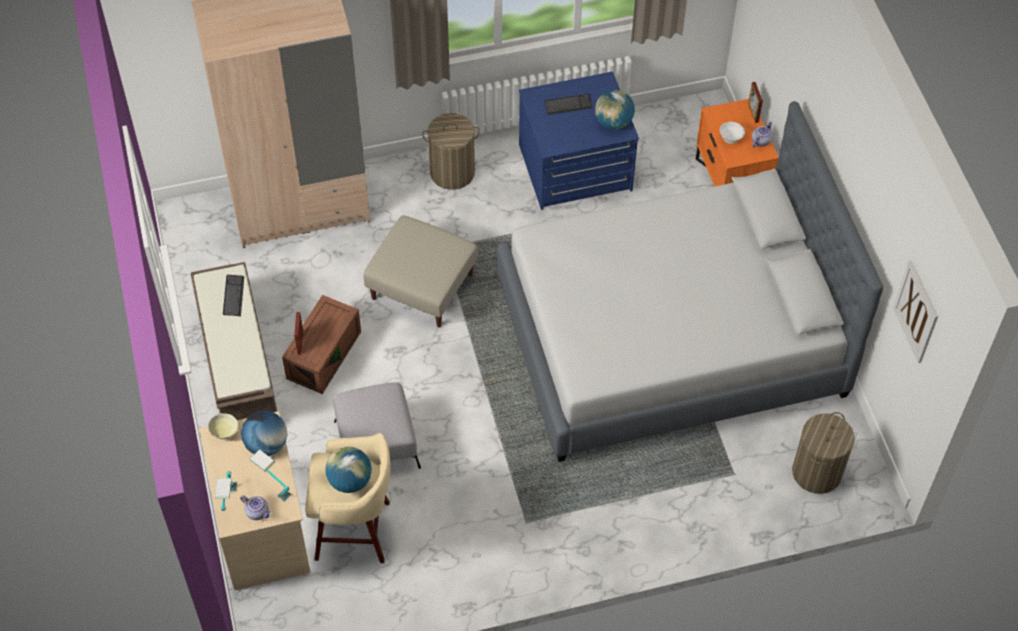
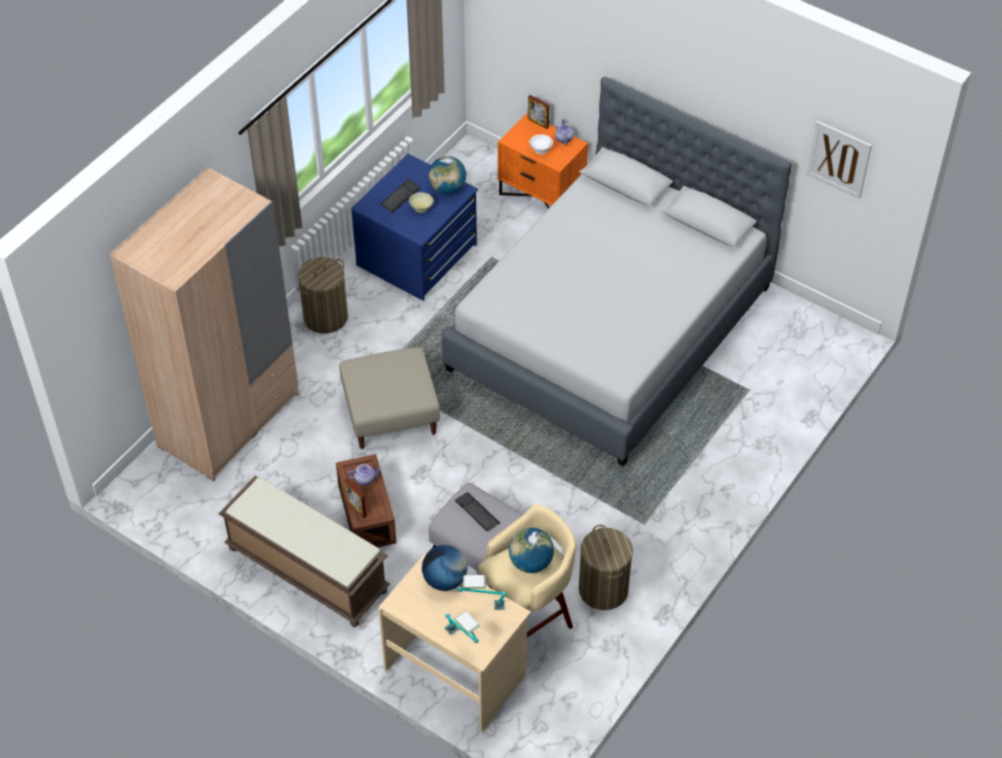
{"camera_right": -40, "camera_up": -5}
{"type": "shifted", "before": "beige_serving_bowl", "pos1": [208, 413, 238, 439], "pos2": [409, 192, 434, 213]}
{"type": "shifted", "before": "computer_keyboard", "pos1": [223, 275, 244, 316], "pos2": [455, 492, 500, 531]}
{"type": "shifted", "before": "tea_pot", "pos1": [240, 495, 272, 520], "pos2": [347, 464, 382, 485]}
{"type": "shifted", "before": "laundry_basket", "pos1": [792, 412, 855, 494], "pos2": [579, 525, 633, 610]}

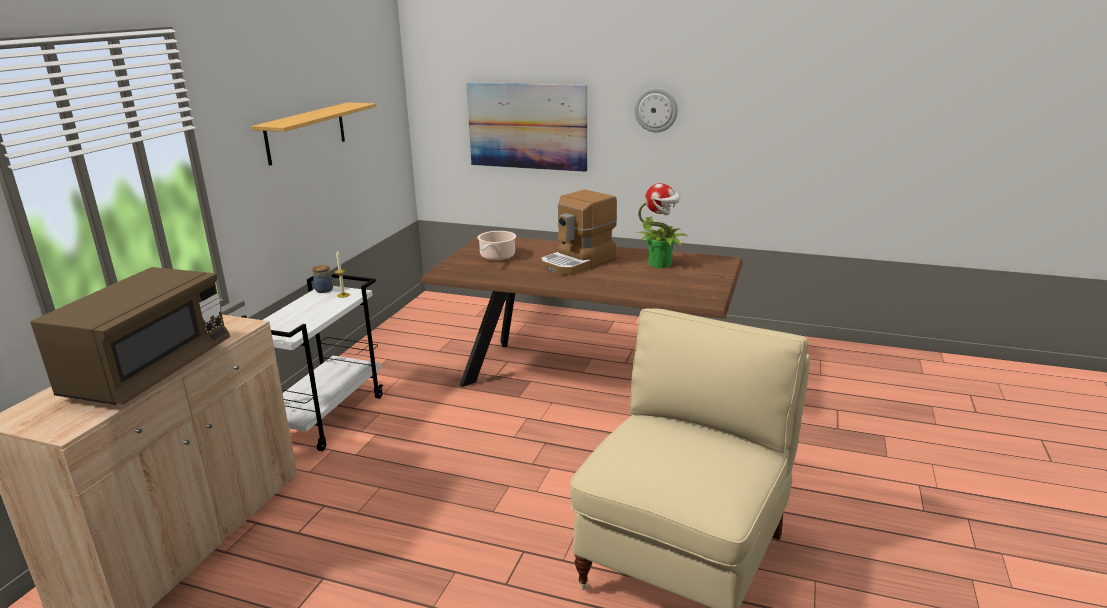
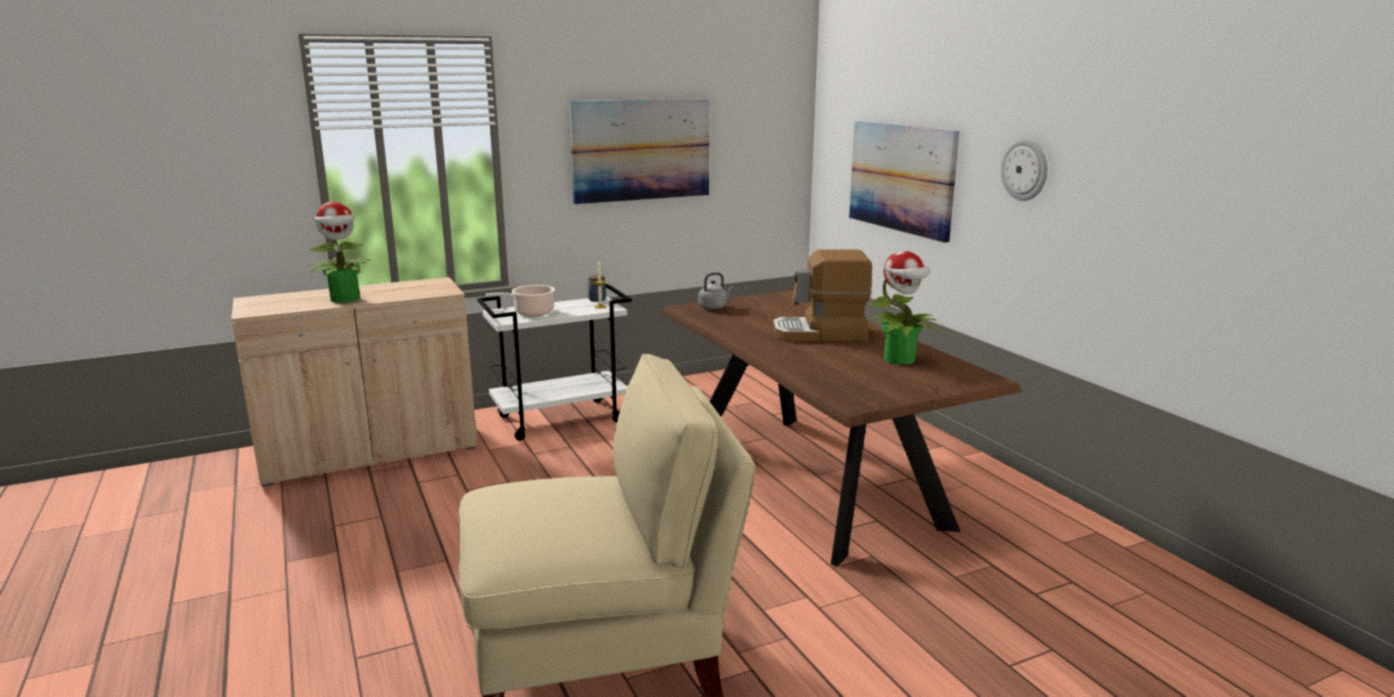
{"camera_right": 45, "camera_up": -5}
{"type": "swapped", "before": "brownish_kitchen_microwave", "after": "plant_in_a_pot", "pos1": [31, 267, 230, 405], "pos2": [308, 202, 371, 303]}
{"type": "swapped", "before": "wall_shelf", "after": "wall_picture", "pos1": [251, 102, 376, 166], "pos2": [569, 99, 709, 204]}
{"type": "shifted", "before": "saucepot", "pos1": [477, 231, 516, 261], "pos2": [485, 285, 555, 316]}
{"type": "new", "after": "greyish_water_kettle", "pos2": [698, 272, 734, 309]}

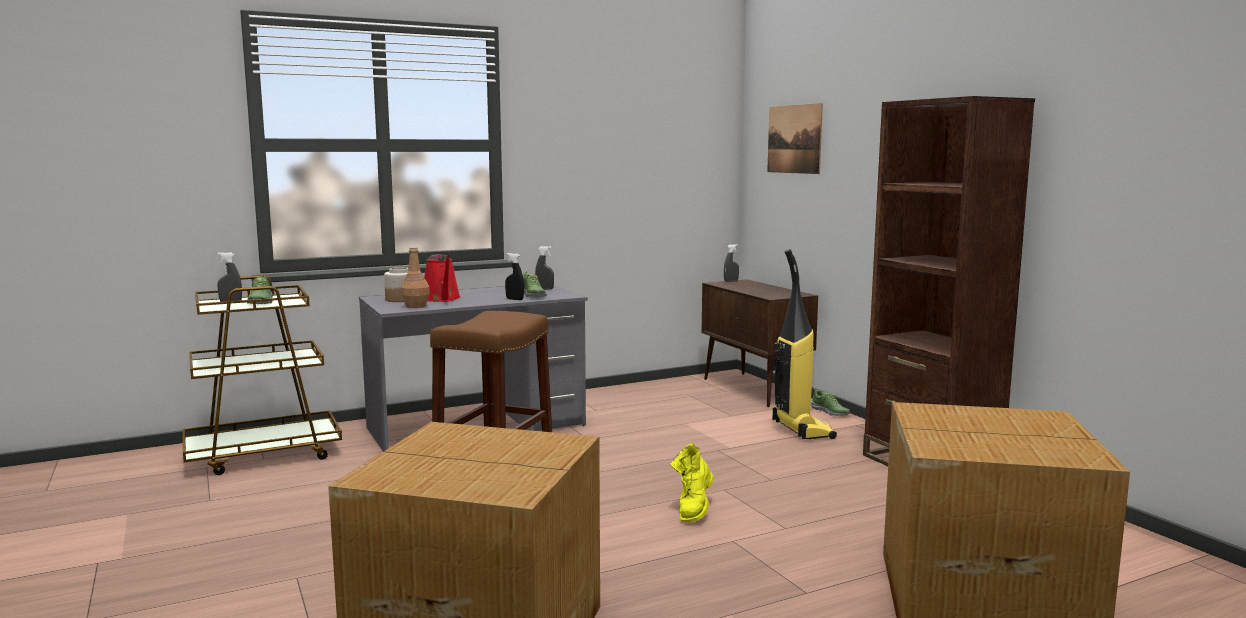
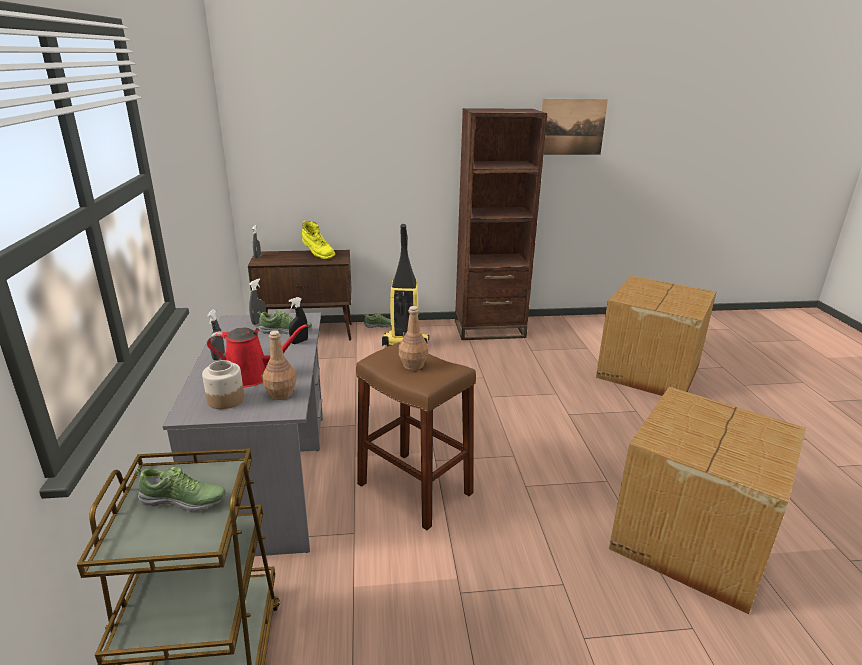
{"camera_right": -70, "camera_up": 15}
{"type": "shifted", "before": "greyish_sprayer", "pos1": [217, 252, 242, 302], "pos2": [207, 310, 225, 360]}
{"type": "shifted", "before": "yellowish_high-top_boot", "pos1": [671, 444, 714, 523], "pos2": [302, 221, 335, 259]}
{"type": "shifted", "before": "wall_picture", "pos1": [767, 103, 823, 174], "pos2": [542, 99, 608, 155]}
{"type": "new", "after": "brownish_bottle", "pos2": [399, 306, 428, 370]}

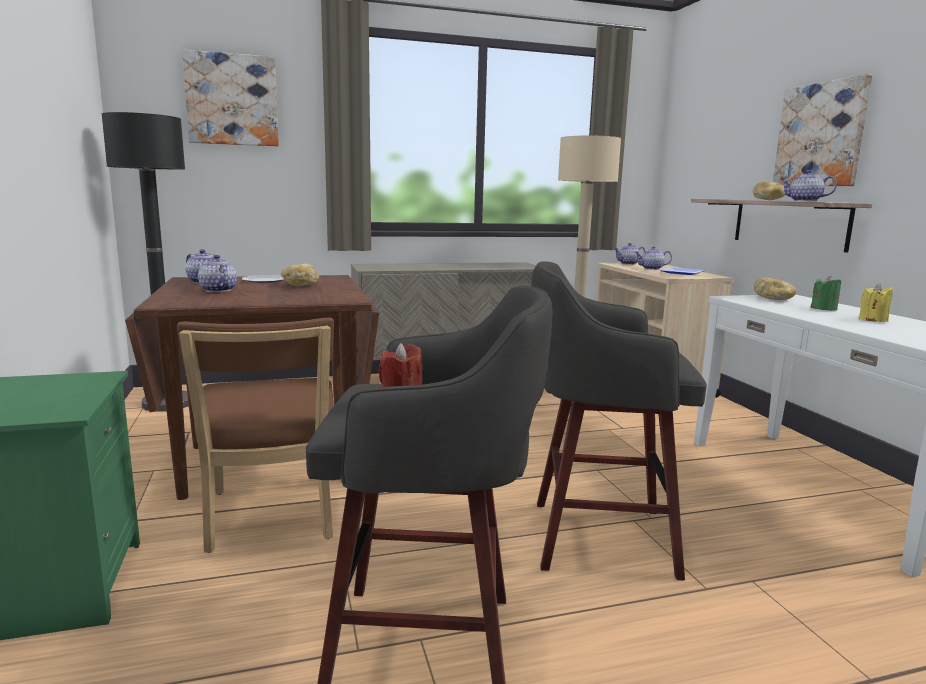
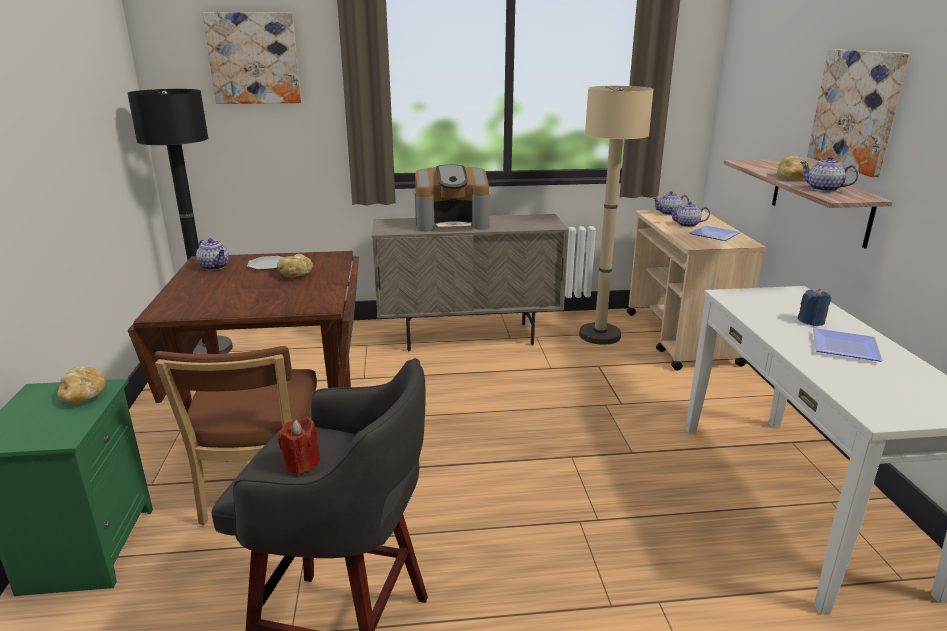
{"camera_right": 10, "camera_up": 10}
{"type": "gone", "before": "tea_pot", "pos1": [198, 255, 237, 292]}
{"type": "gone", "before": "greyish_stool", "pos1": [531, 261, 707, 581]}
{"type": "shifted", "before": "baked_bread", "pos1": [754, 278, 797, 300], "pos2": [57, 366, 106, 404]}
{"type": "repainted", "before": "green-coloured_wax_light", "after": "bluish_wax_light", "pos1": [811, 276, 841, 311], "pos2": [798, 289, 831, 326]}
{"type": "swapped", "before": "yellowish_wax_light", "after": "flat_dish", "pos1": [859, 284, 893, 322], "pos2": [813, 328, 883, 362]}
{"type": "new", "after": "coffee_brewer", "pos2": [415, 165, 490, 232]}

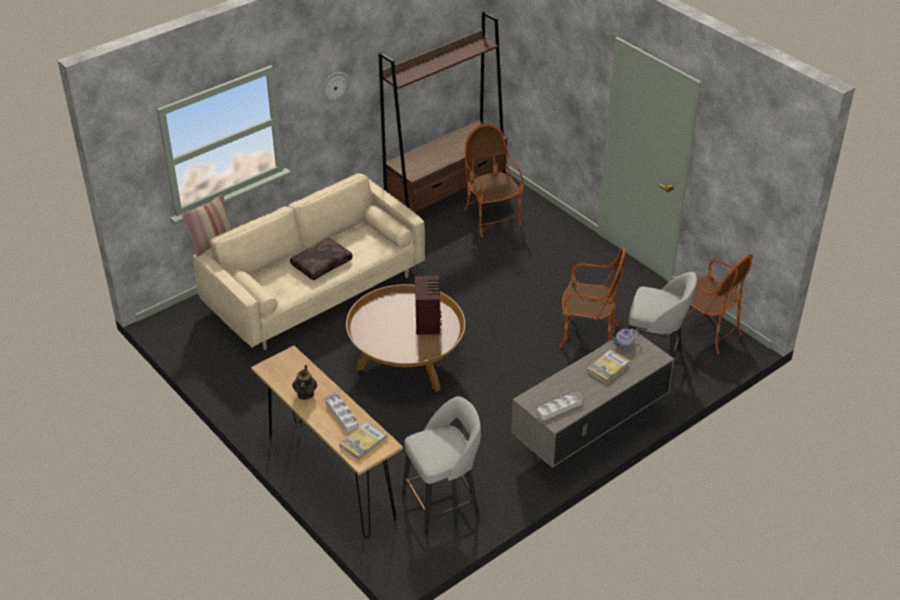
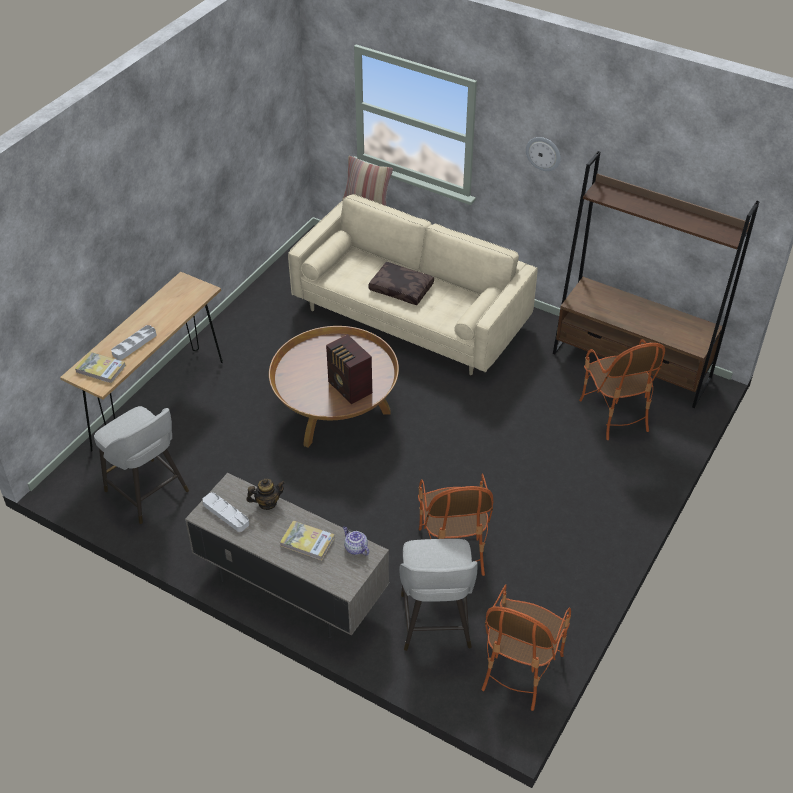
{"camera_right": 70, "camera_up": 5}
{"type": "shifted", "before": "tea_pot", "pos1": [292, 365, 317, 400], "pos2": [246, 478, 285, 510]}
{"type": "rotated", "before": "radio_receiver", "pos1": [415, 276, 442, 335], "pos2": [326, 334, 372, 404], "turn": 75}
{"type": "rotated", "before": "lounge_chair", "pos1": [464, 124, 524, 237], "pos2": [579, 339, 665, 440], "turn": 120}

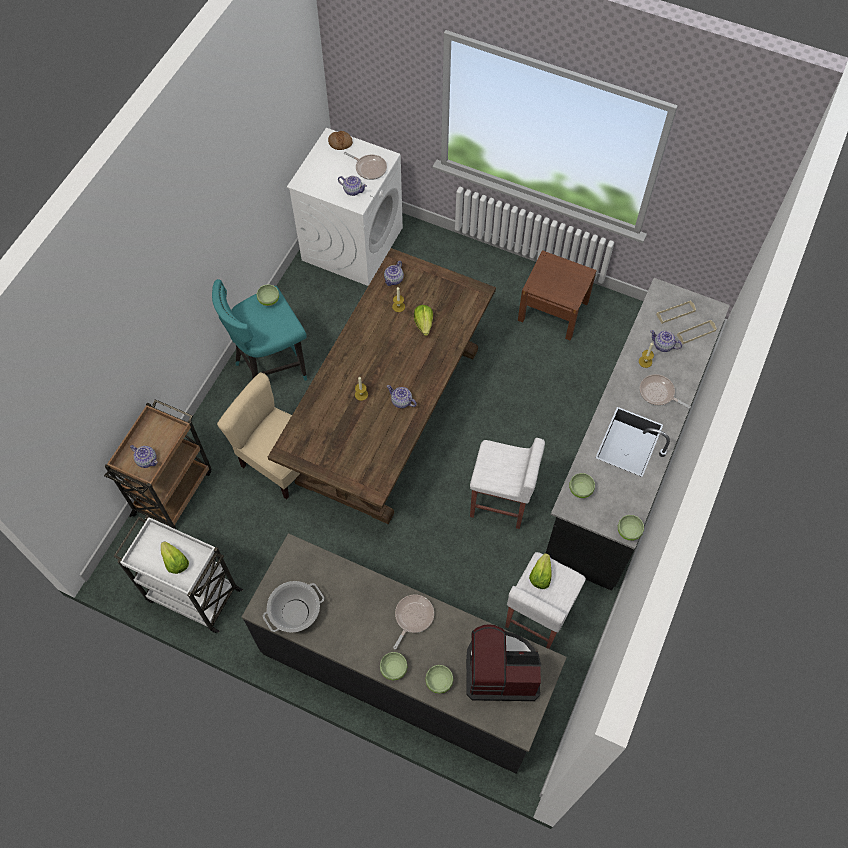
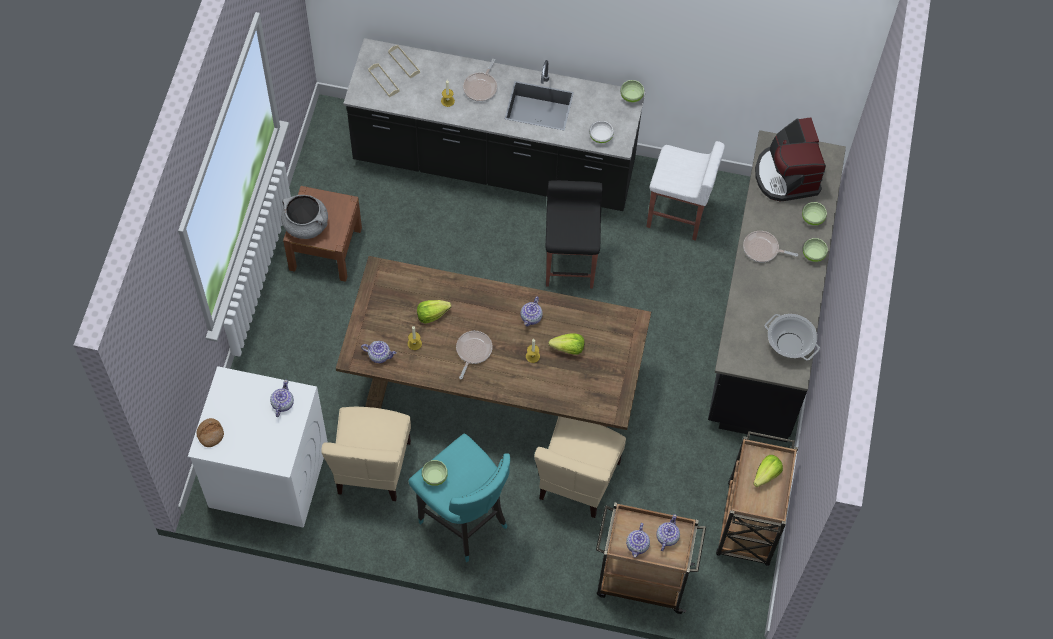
{"camera_right": -105, "camera_up": 0}
{"type": "repainted", "before": "white-coloured_wheeled_cart", "after": "brownish_wheeled_cart", "pos1": [113, 515, 243, 633], "pos2": [716, 431, 798, 566]}
{"type": "shifted", "before": "pan", "pos1": [344, 152, 387, 180], "pos2": [456, 331, 493, 379]}
{"type": "repainted", "before": "white-coloured_stool", "after": "black-coloured_stool", "pos1": [470, 438, 545, 529], "pos2": [546, 180, 603, 288]}
{"type": "shifted", "before": "lettuce", "pos1": [529, 553, 552, 589], "pos2": [548, 333, 585, 355]}
{"type": "repainted", "before": "green-coloured_serving_bowl", "after": "white-coloured_serving_bowl", "pos1": [569, 473, 595, 498], "pos2": [590, 121, 614, 144]}
{"type": "shifted", "before": "tea_pot", "pos1": [650, 330, 682, 352], "pos2": [626, 523, 650, 557]}
{"type": "new", "after": "greyish_saucepot", "pos2": [281, 195, 328, 239]}
{"type": "new", "after": "beige_upright_chair", "pos2": [321, 407, 411, 501]}

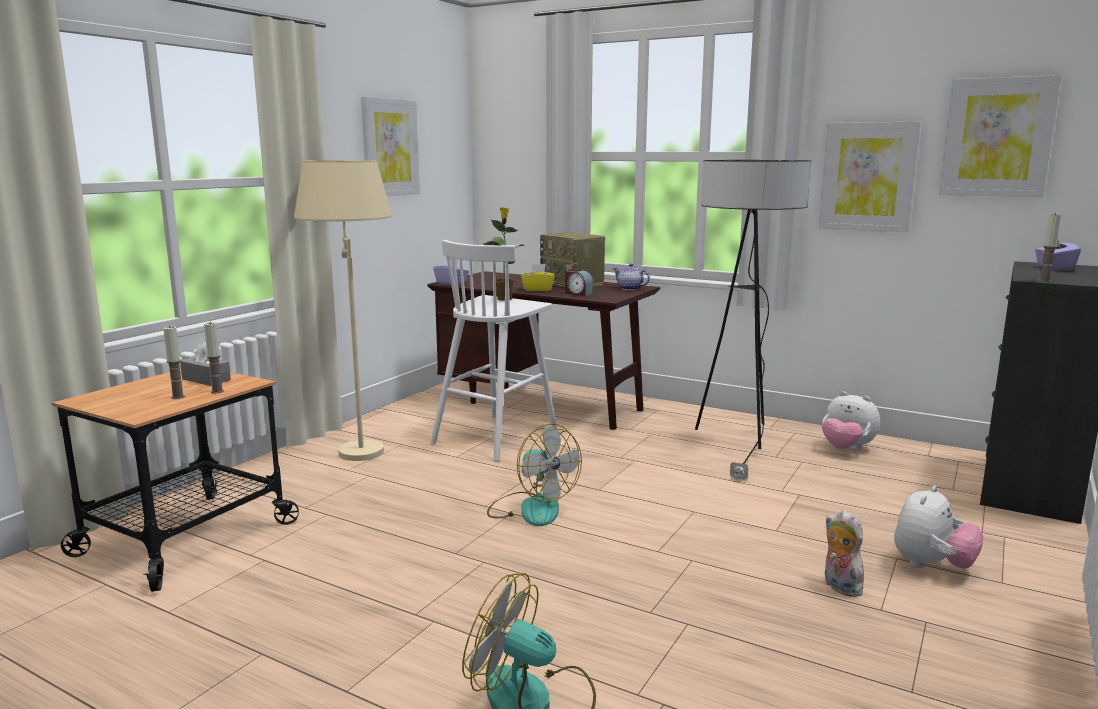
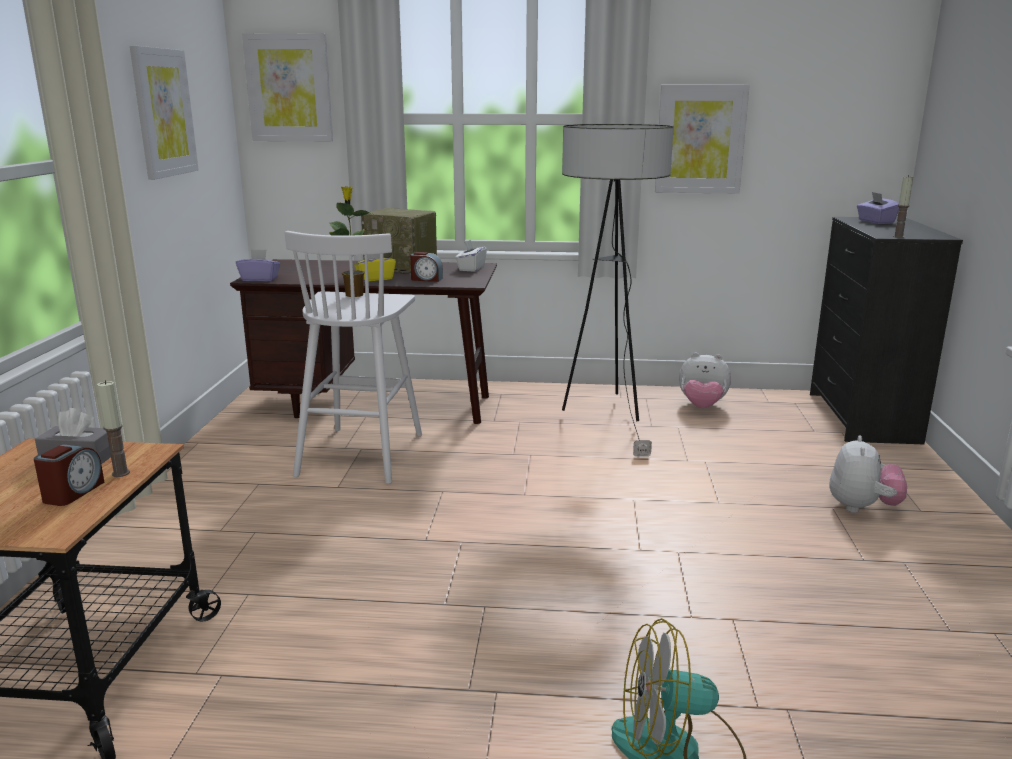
{"camera_right": -25, "camera_up": 5}
{"type": "swapped", "before": "wax_light", "after": "bedside_clock", "pos1": [163, 325, 185, 399], "pos2": [34, 445, 104, 506]}
{"type": "gone", "before": "beige_standard_lamp", "pos1": [294, 160, 392, 461]}
{"type": "gone", "before": "cooling_fan", "pos1": [487, 424, 582, 526]}
{"type": "swapped", "before": "tea_pot", "after": "white-coloured_tissue_box", "pos1": [613, 263, 650, 290], "pos2": [455, 240, 487, 272]}
{"type": "gone", "before": "cuddly_toy", "pos1": [825, 510, 865, 597]}
{"type": "shifted", "before": "wall_picture", "pos1": [939, 75, 1062, 197], "pos2": [242, 33, 333, 141]}

